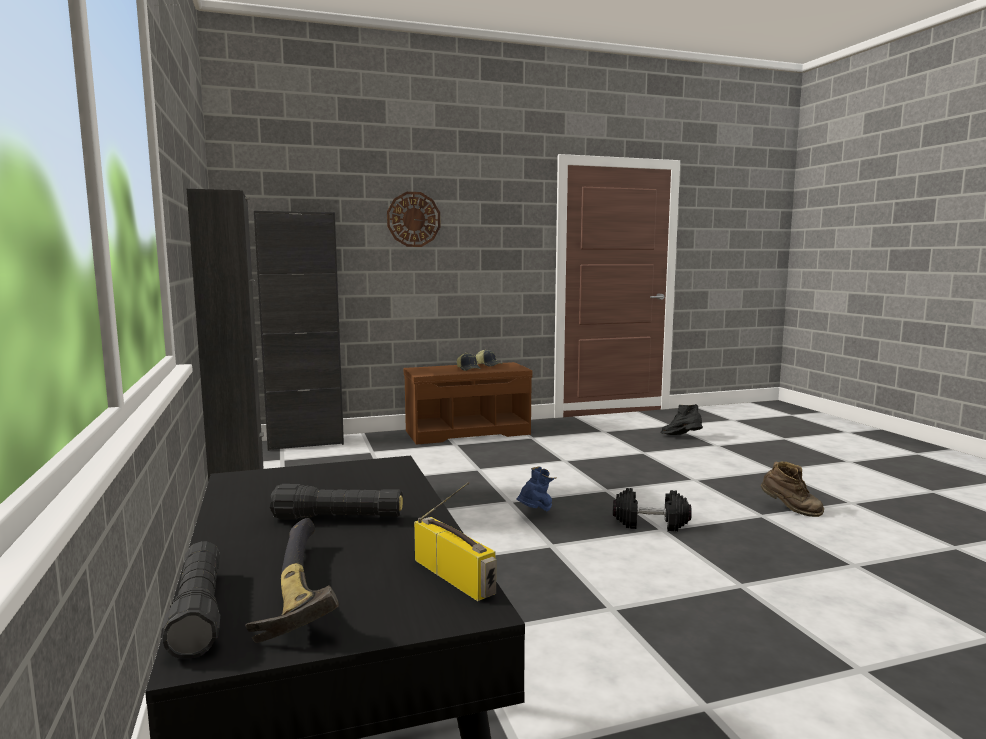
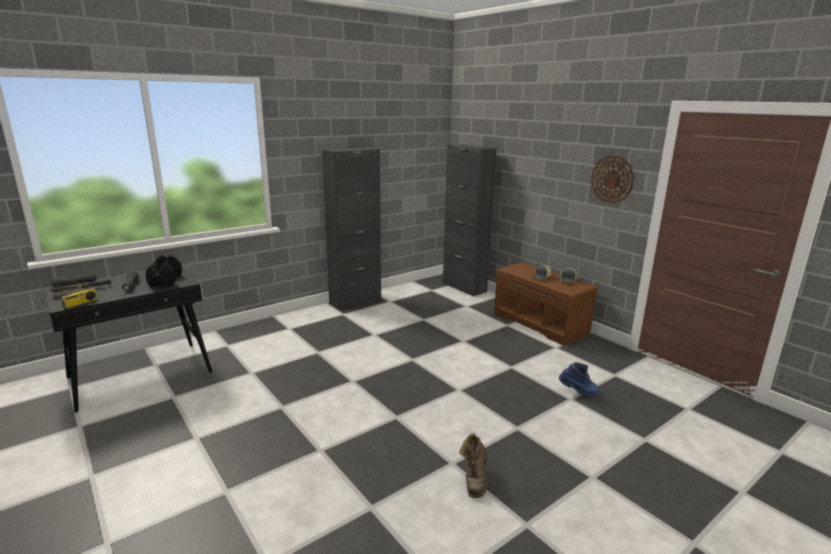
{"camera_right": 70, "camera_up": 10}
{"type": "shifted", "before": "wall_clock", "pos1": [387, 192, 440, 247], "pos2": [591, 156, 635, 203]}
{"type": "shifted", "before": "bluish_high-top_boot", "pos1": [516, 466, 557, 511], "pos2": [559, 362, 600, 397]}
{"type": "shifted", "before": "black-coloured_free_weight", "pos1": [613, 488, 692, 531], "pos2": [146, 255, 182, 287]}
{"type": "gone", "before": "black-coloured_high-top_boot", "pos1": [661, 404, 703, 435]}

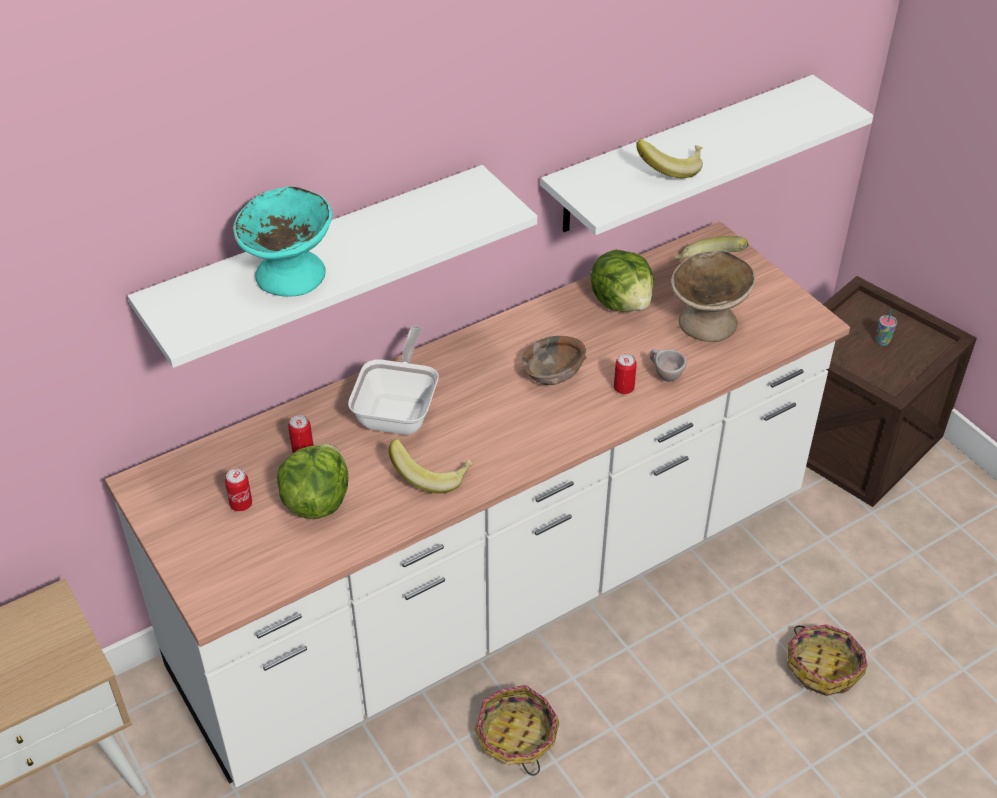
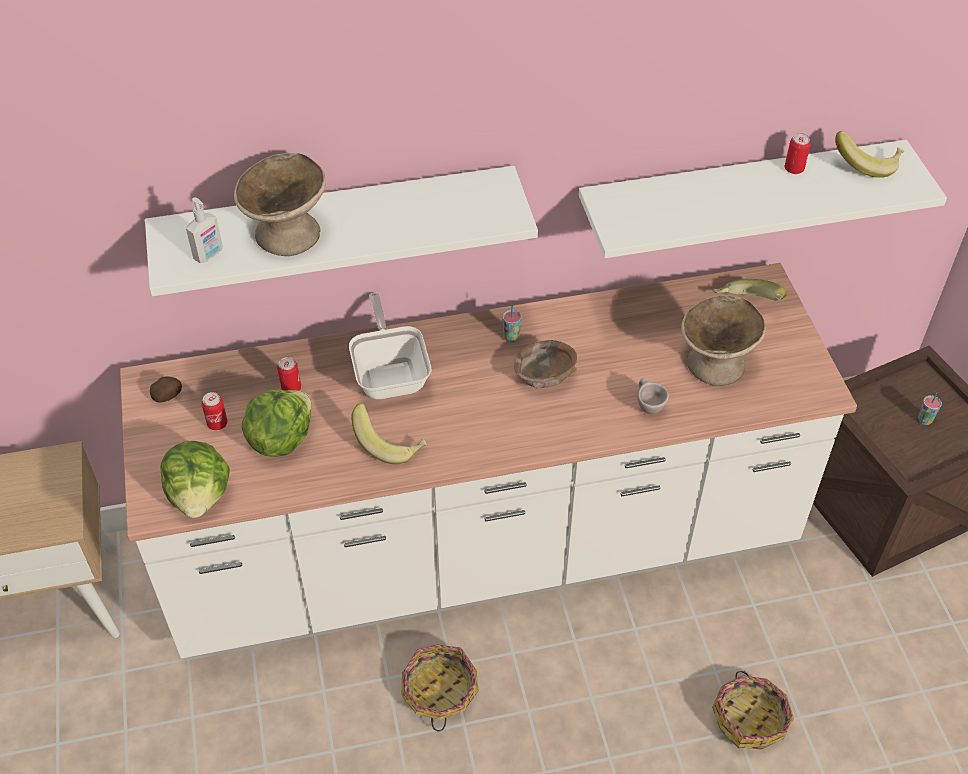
{"camera_right": 20, "camera_up": 5}
{"type": "repainted", "before": "turquoise_serving_bowl", "after": "beige_serving_bowl", "pos1": [233, 186, 332, 297], "pos2": [234, 153, 326, 256]}
{"type": "rotated", "before": "pan", "pos1": [348, 325, 439, 435], "pos2": [349, 293, 431, 399], "turn": -45}
{"type": "shifted", "before": "lettuce", "pos1": [591, 250, 654, 312], "pos2": [160, 441, 230, 518]}
{"type": "shifted", "before": "sealed_can", "pos1": [614, 354, 637, 394], "pos2": [785, 133, 811, 174]}
{"type": "shifted", "before": "whole_banana", "pos1": [636, 139, 703, 178], "pos2": [835, 131, 904, 178]}
{"type": "new", "after": "whole_potato", "pos2": [150, 377, 182, 402]}
{"type": "new", "after": "soap_bottle", "pos2": [186, 198, 223, 263]}
{"type": "new", "after": "cup", "pos2": [502, 305, 522, 342]}

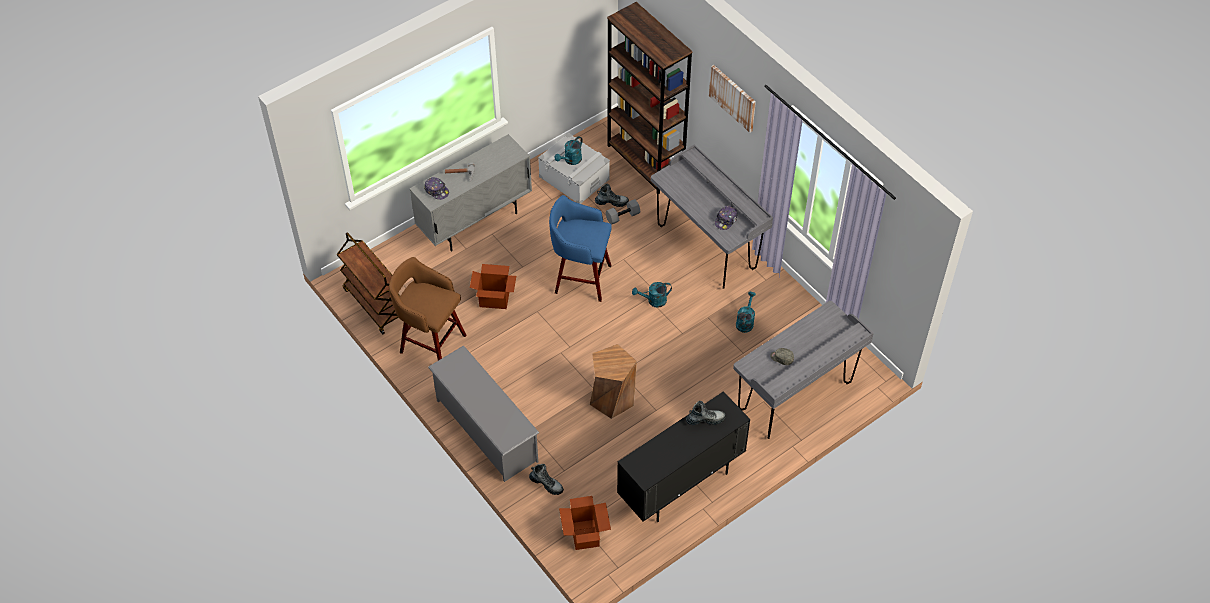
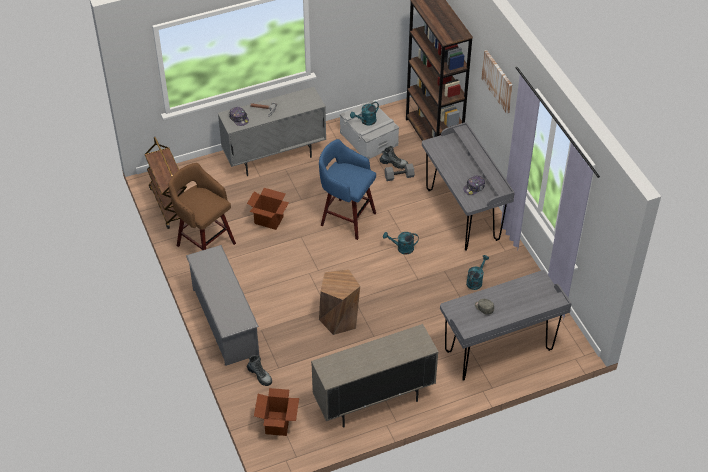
{"camera_right": 15, "camera_up": -5}
{"type": "repainted", "before": "black-coloured_storage_cabinet", "after": "beige_storage_cabinet", "pos1": [617, 391, 751, 522], "pos2": [311, 324, 439, 428]}
{"type": "gone", "before": "high-top_boot", "pos1": [686, 401, 726, 425]}

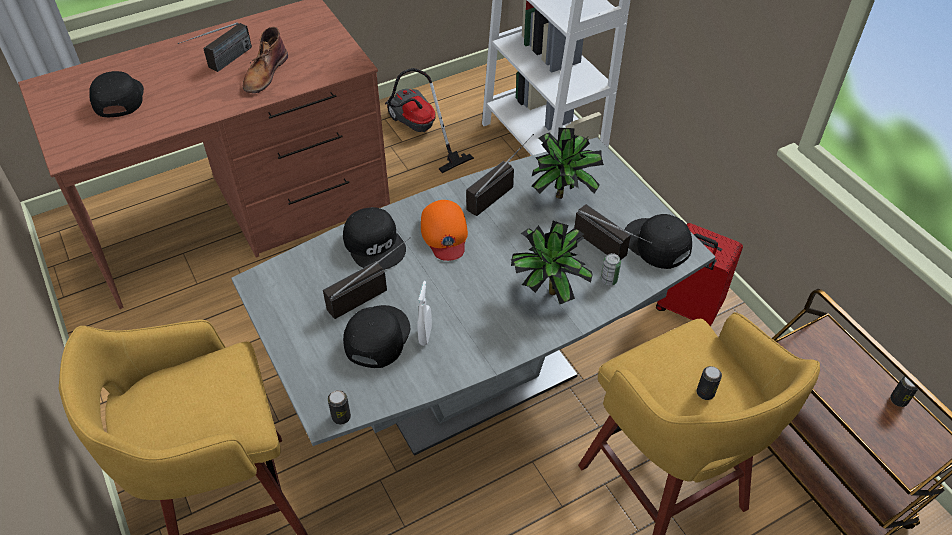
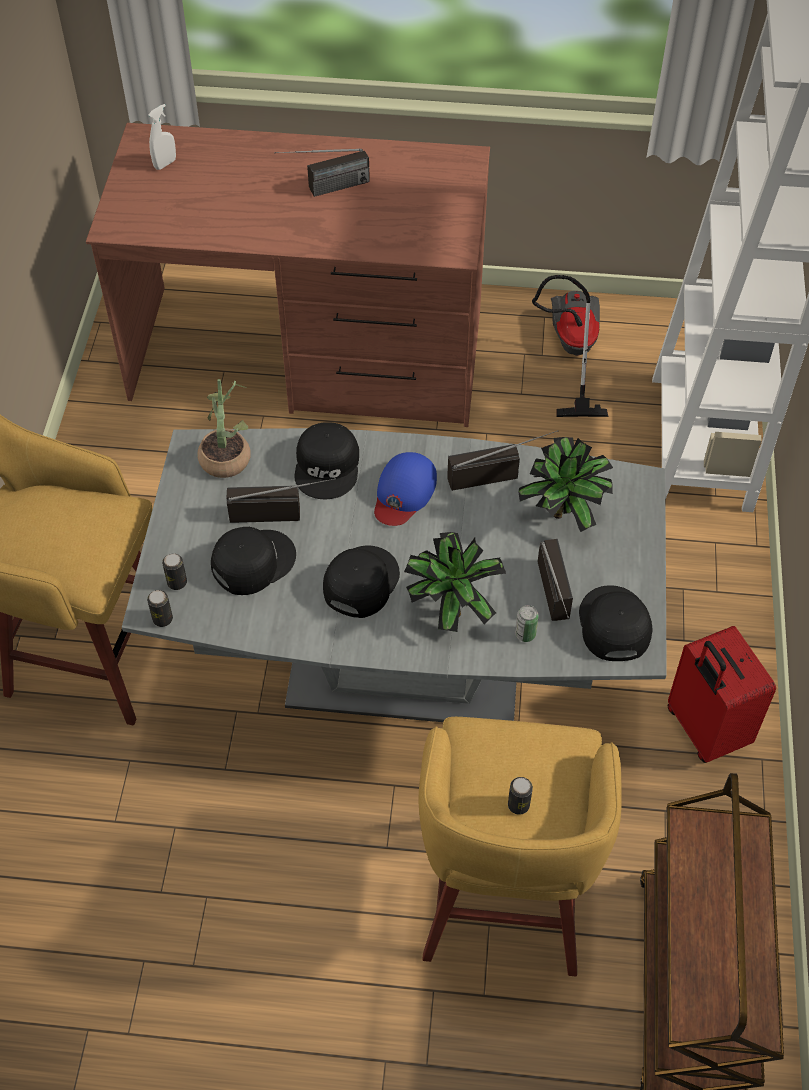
{"camera_right": 35, "camera_up": 5}
{"type": "shifted", "before": "black-coloured_cap", "pos1": [89, 71, 144, 117], "pos2": [323, 545, 400, 618]}
{"type": "gone", "before": "brownish_high-top_boot", "pos1": [243, 27, 288, 93]}
{"type": "shifted", "before": "white-coloured_sprayer", "pos1": [418, 281, 432, 346], "pos2": [148, 104, 176, 170]}
{"type": "repainted", "before": "orange_cap", "after": "bluish_cap", "pos1": [421, 200, 468, 261], "pos2": [374, 452, 437, 526]}
{"type": "shifted", "before": "sealed_can", "pos1": [890, 376, 918, 407], "pos2": [162, 553, 187, 590]}
{"type": "new", "after": "plant_in_a_pot", "pos2": [197, 379, 251, 478]}

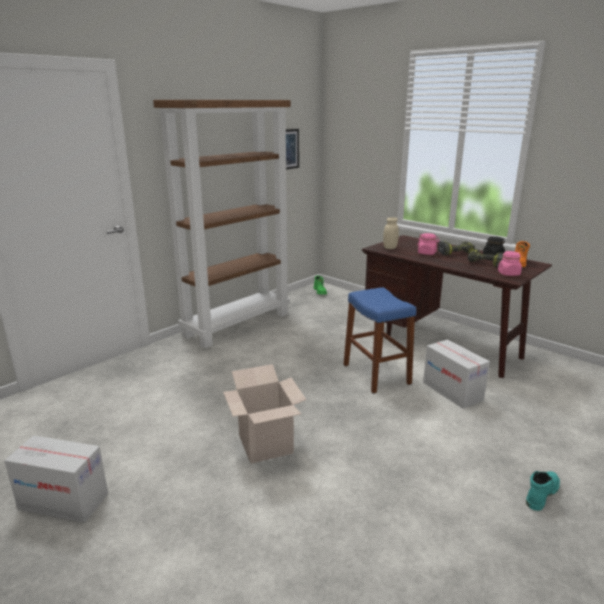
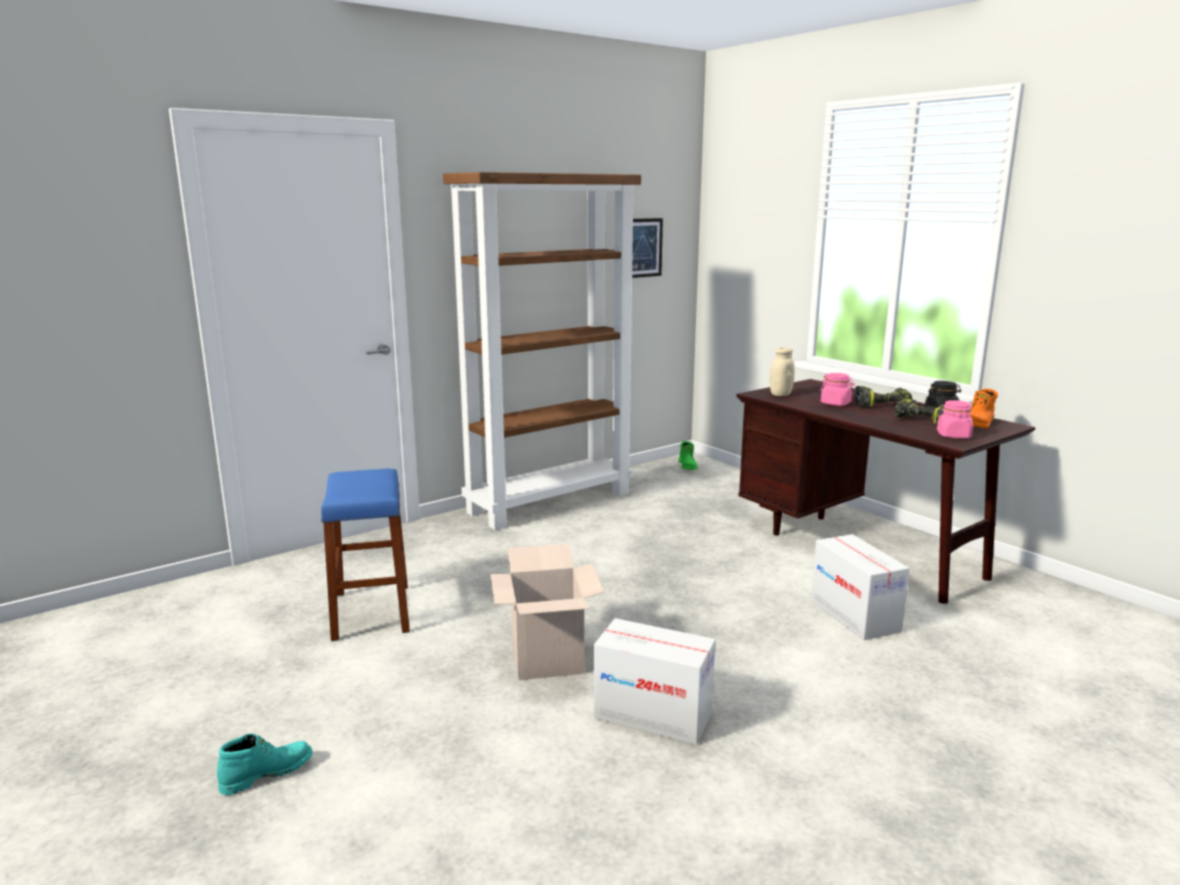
{"camera_right": 10, "camera_up": -5}
{"type": "shifted", "before": "carton", "pos1": [4, 436, 108, 523], "pos2": [594, 618, 716, 745]}
{"type": "shifted", "before": "bluish_stool", "pos1": [344, 287, 416, 394], "pos2": [321, 469, 410, 641]}
{"type": "shifted", "before": "turquoise_high-top_boot", "pos1": [526, 471, 560, 511], "pos2": [217, 733, 313, 795]}

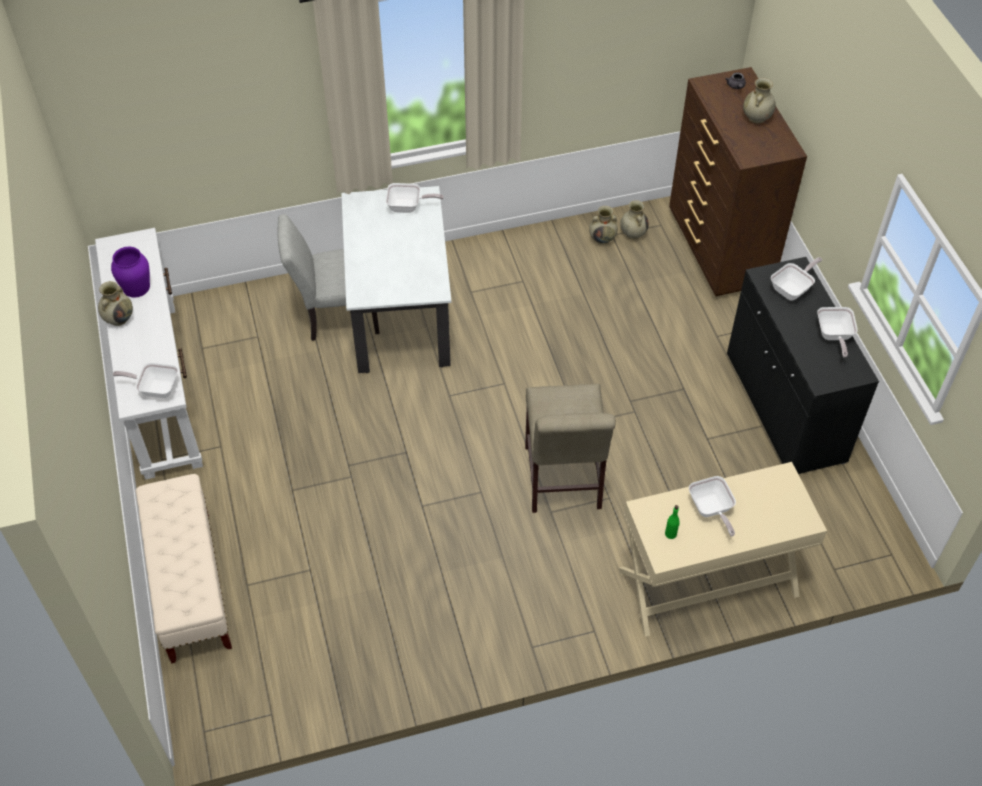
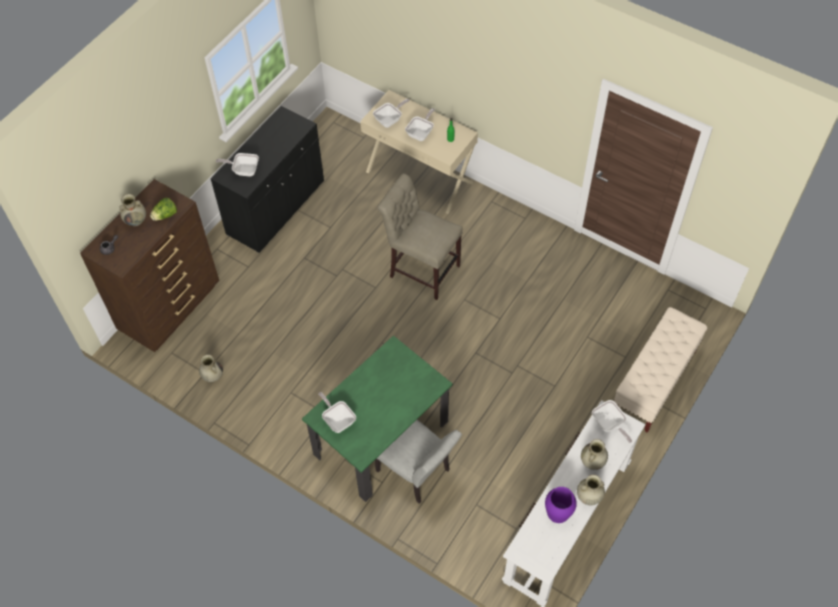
{"camera_right": -130, "camera_up": 5}
{"type": "repainted", "before": "white-coloured_dinner_table", "after": "green-coloured_dinner_table", "pos1": [341, 186, 452, 373], "pos2": [302, 335, 453, 502]}
{"type": "rotated", "before": "beige_upright_chair", "pos1": [525, 384, 616, 513], "pos2": [377, 173, 463, 300], "turn": -105}
{"type": "shifted", "before": "beige_flower_vase", "pos1": [620, 200, 649, 239], "pos2": [581, 439, 608, 470]}
{"type": "shifted", "before": "pan", "pos1": [817, 307, 858, 358], "pos2": [373, 99, 410, 128]}
{"type": "new", "after": "lettuce", "pos2": [150, 198, 177, 221]}

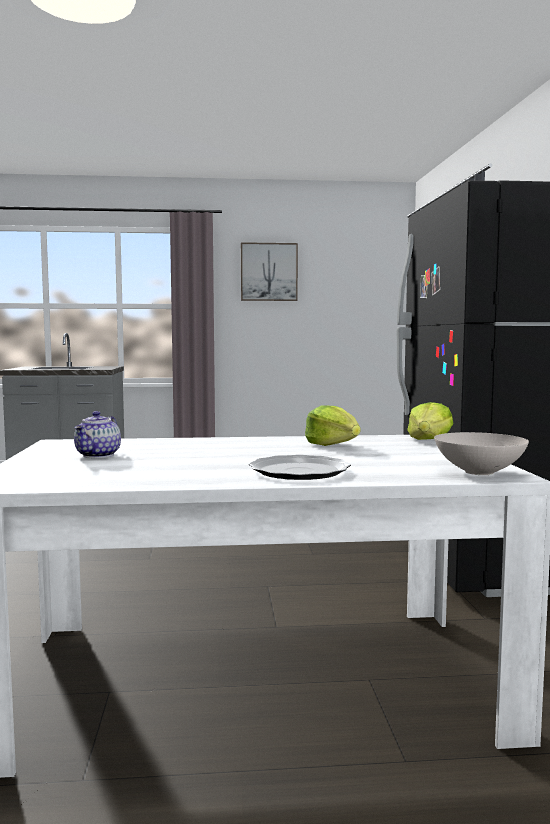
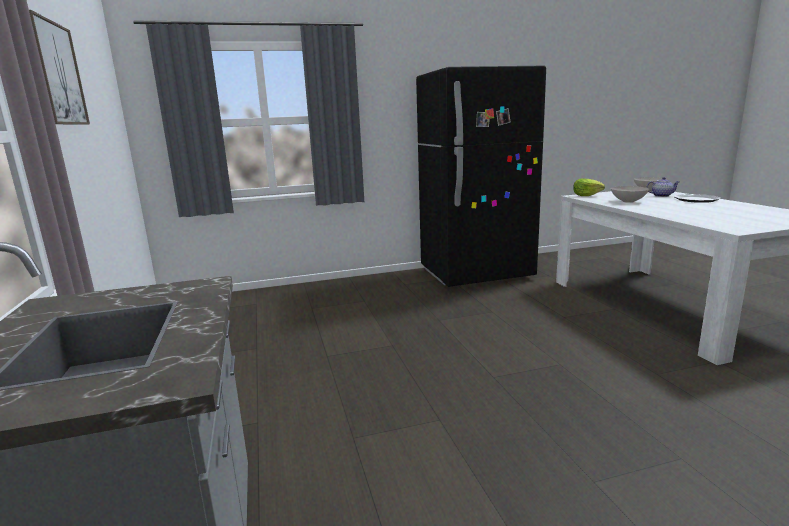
{"camera_right": -100, "camera_up": 10}
{"type": "shifted", "before": "tea_pot", "pos1": [74, 411, 121, 458], "pos2": [646, 177, 679, 197]}
{"type": "swapped", "before": "lettuce", "after": "white-coloured_serving_bowl", "pos1": [305, 405, 361, 446], "pos2": [611, 186, 649, 203]}

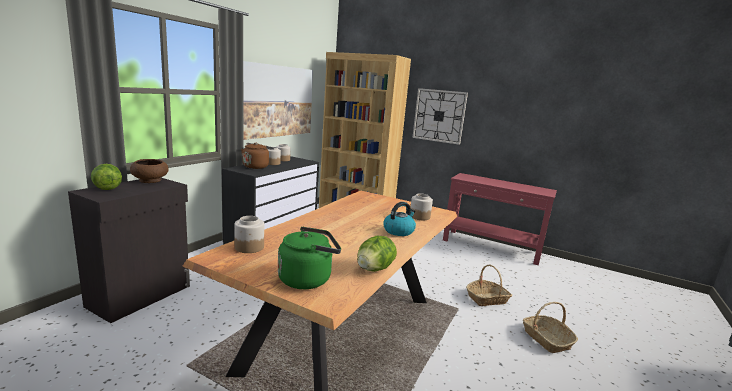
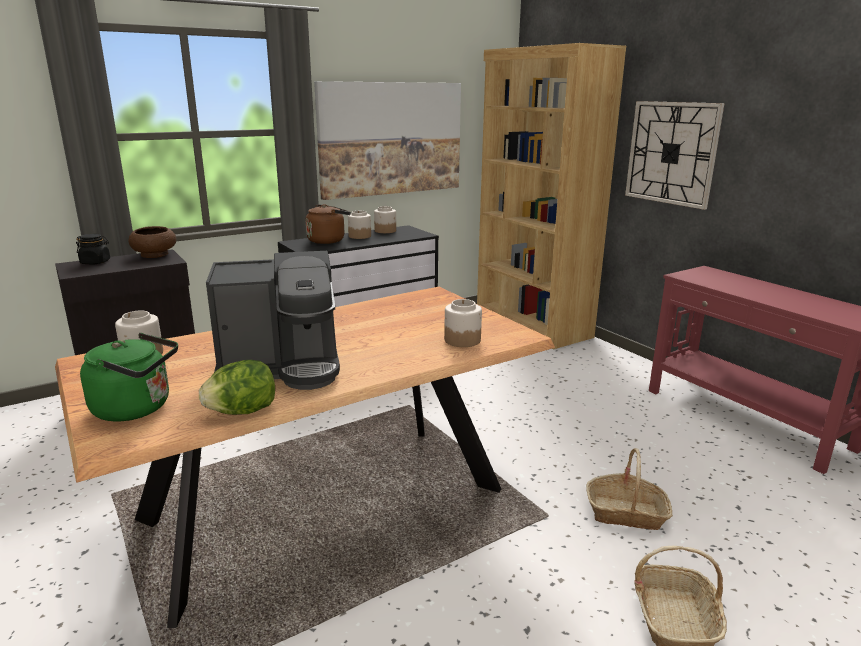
{"camera_right": 30, "camera_up": 5}
{"type": "swapped", "before": "lettuce", "after": "black-coloured_storage_jar", "pos1": [91, 164, 122, 190], "pos2": [76, 234, 110, 265]}
{"type": "gone", "before": "water_kettle", "pos1": [383, 202, 416, 236]}
{"type": "new", "after": "coffee_brewer", "pos2": [206, 251, 340, 390]}

